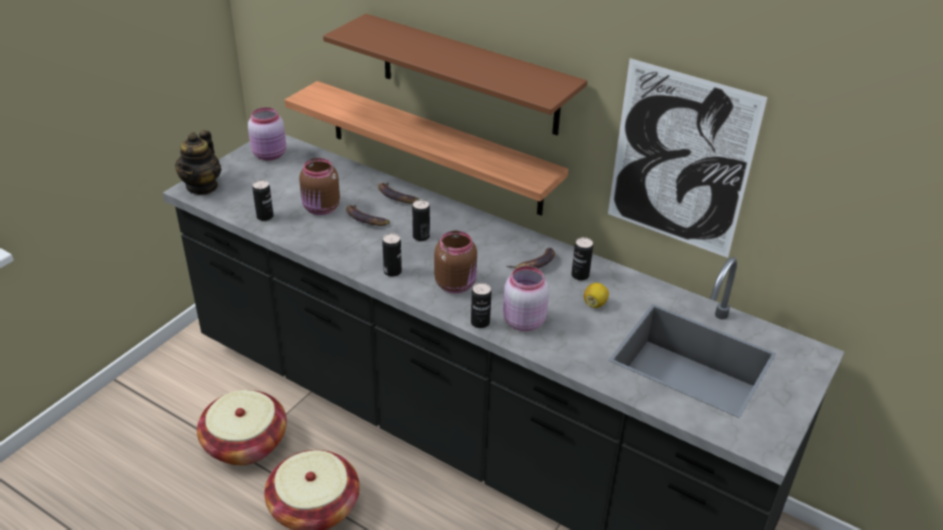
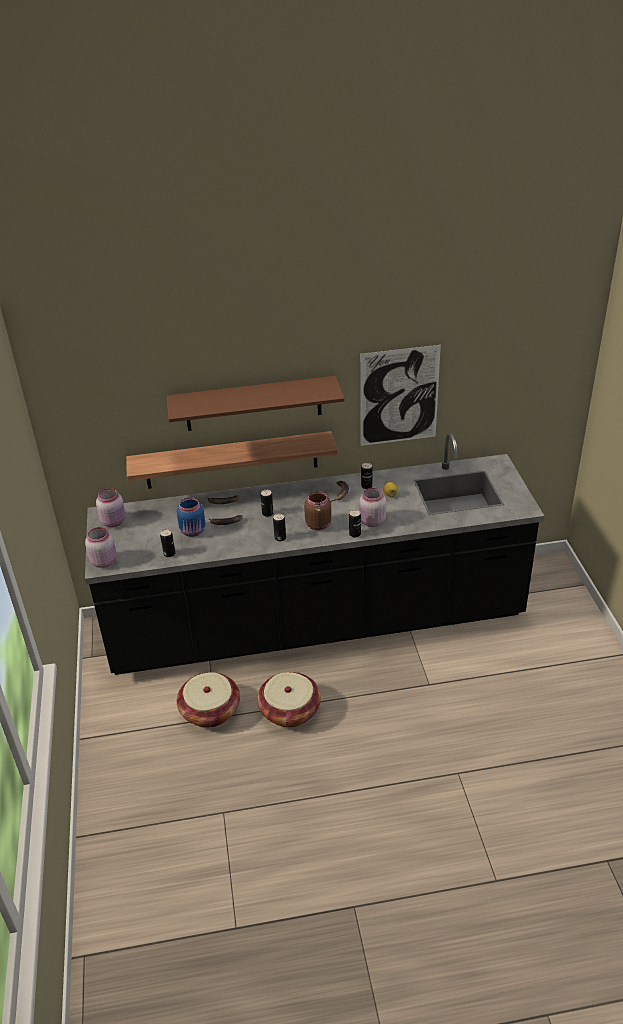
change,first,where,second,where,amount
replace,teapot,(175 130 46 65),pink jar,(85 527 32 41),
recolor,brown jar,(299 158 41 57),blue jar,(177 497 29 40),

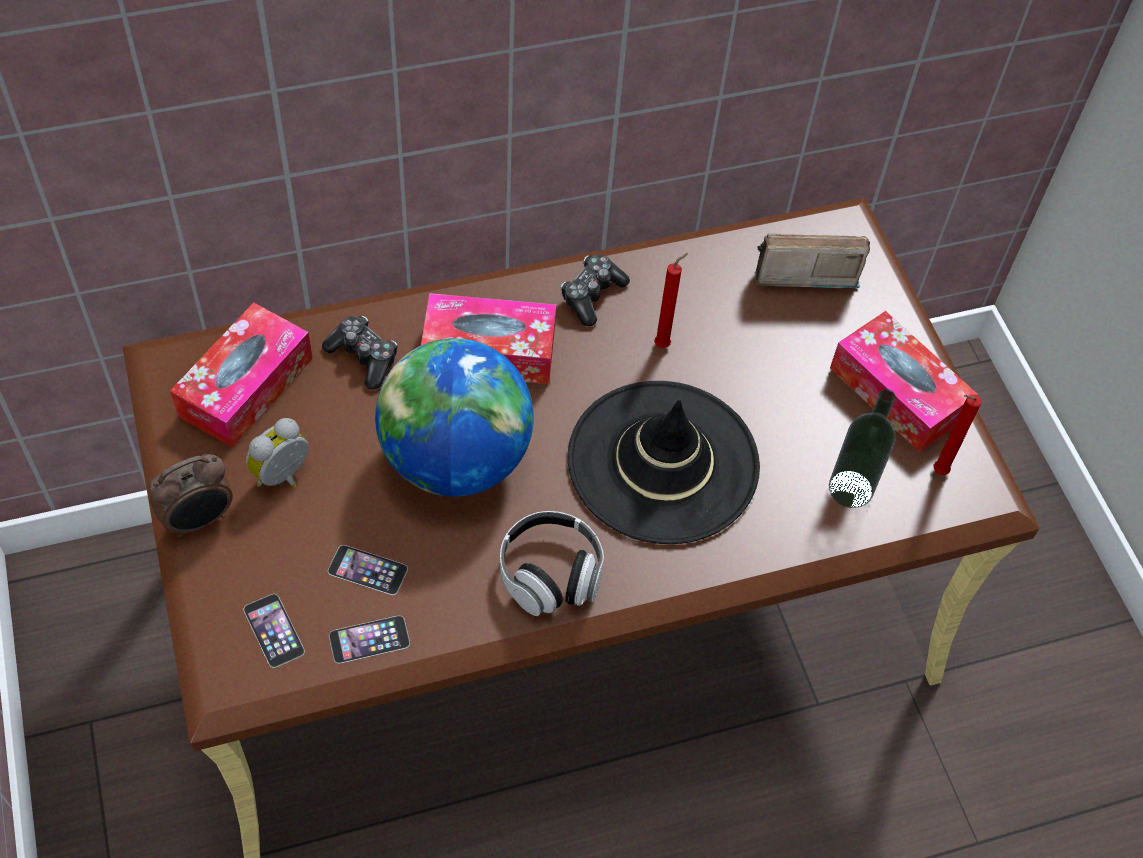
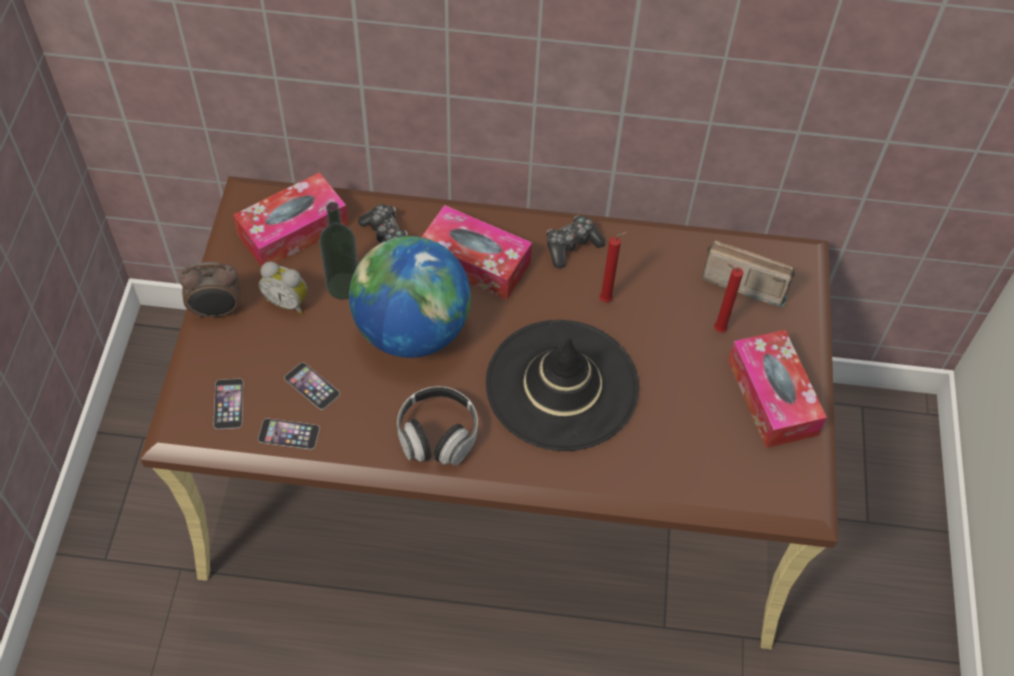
change,first,where,second,where,amount
rotate,alarm clock,(246 418 63 70),,(259 262 49 52),135 degrees counterclockwise
move,bottle,(829 389 67 119),,(319 202 39 98),
move,red candle,(933 394 49 81),,(714 264 29 69),

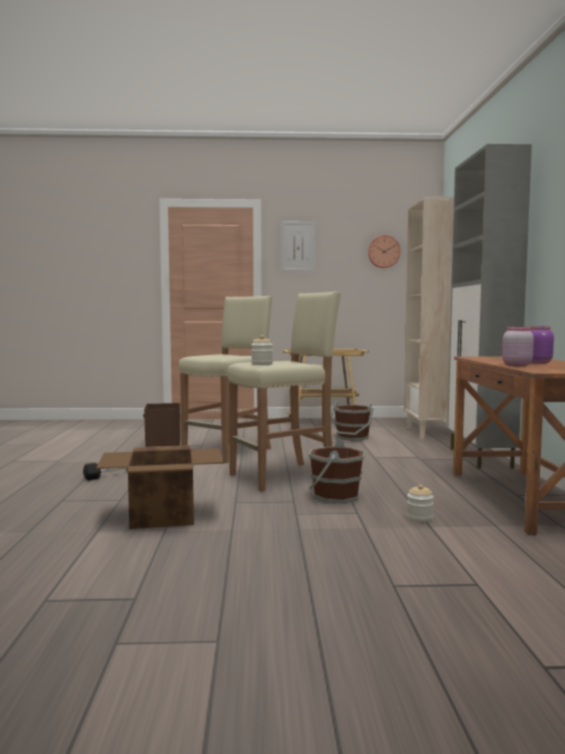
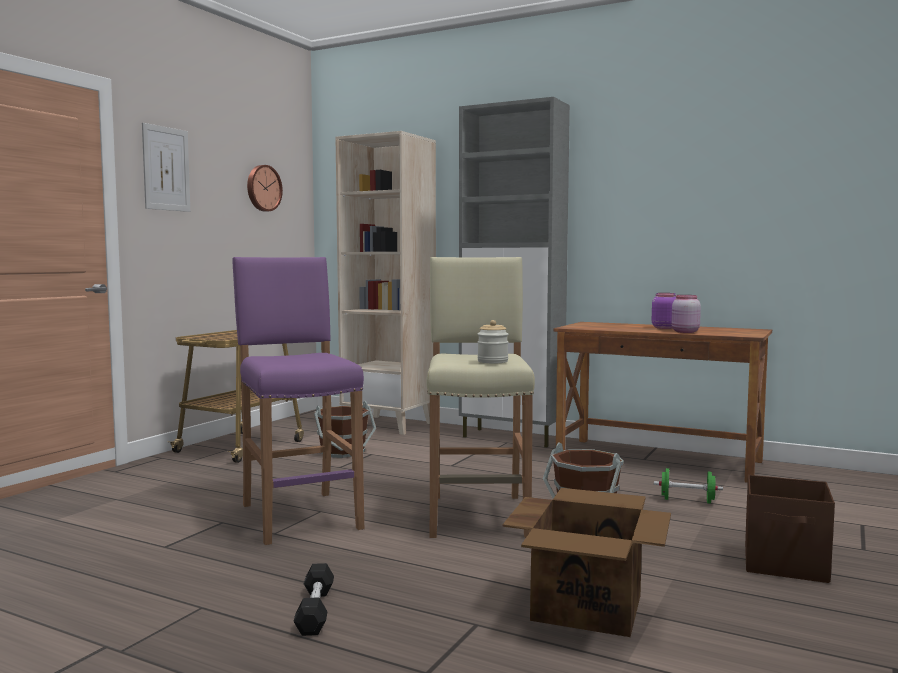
change,first,where,second,where,amount
move,brown storage box,(143 403 37 44),,(745 475 90 108),
recolor,beige stool,(179 296 93 167),purple stool,(232 257 132 288),
replace,jar,(407 484 27 38),green dumbbell,(654 468 69 36),

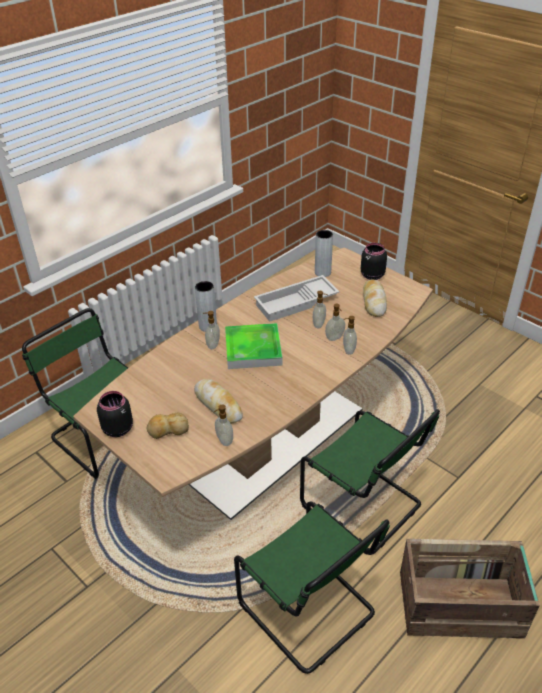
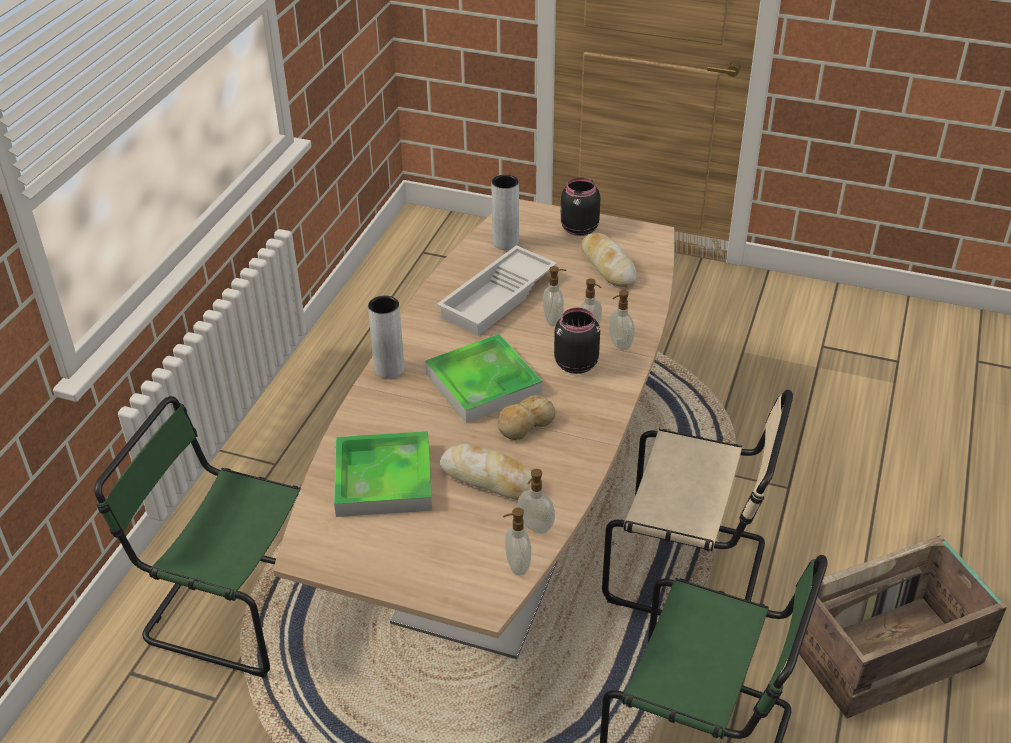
change,first,where,second,where,amount
move,black jar,(97 391 36 46),,(554 308 46 66),
move,bread,(146 413 43 26),,(498 395 57 45),
move,soap dispenser,(203 311 17 38),,(503 508 28 67),
recolor,green chair,(300 409 140 146),beige chair,(602 390 191 226),
insert,,,tray,(334 431 98 86),

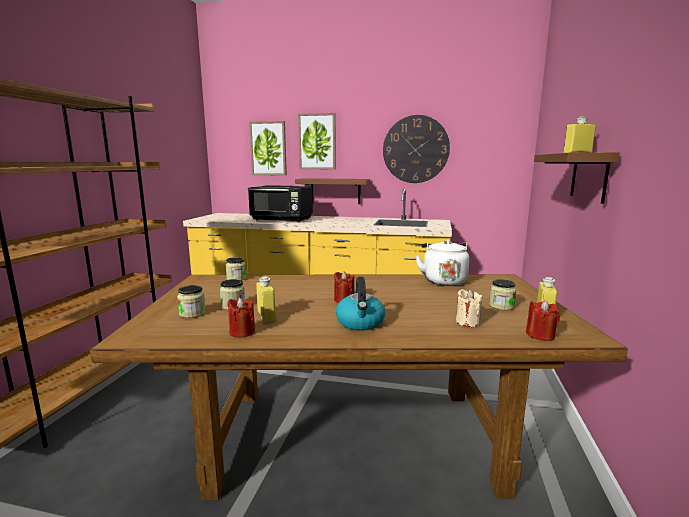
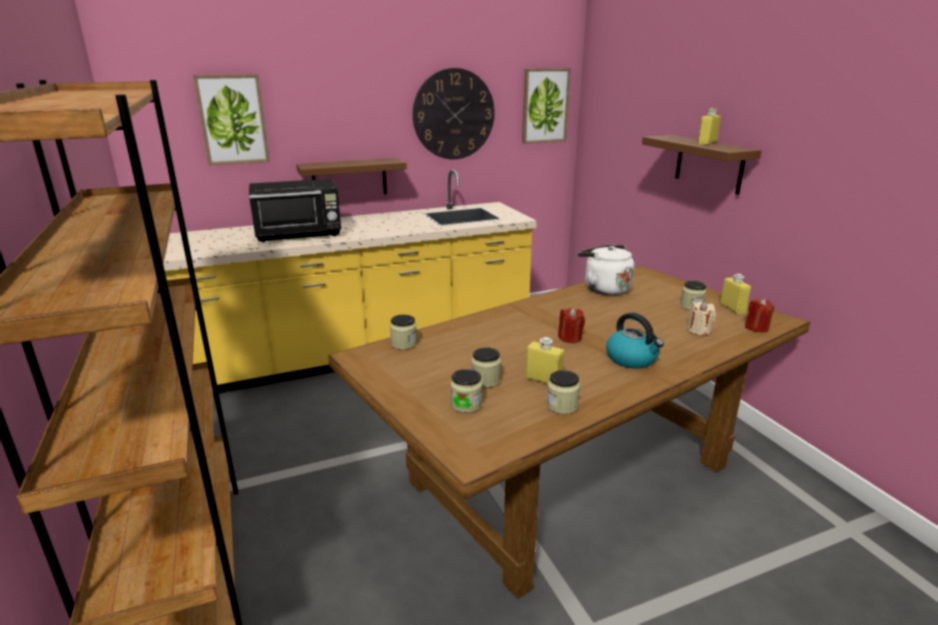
change,first,where,second,where,amount
replace,red candle,(227 297 28 41),jar,(546 370 34 44),
move,picture,(298 113 38 56),,(522 68 49 76),

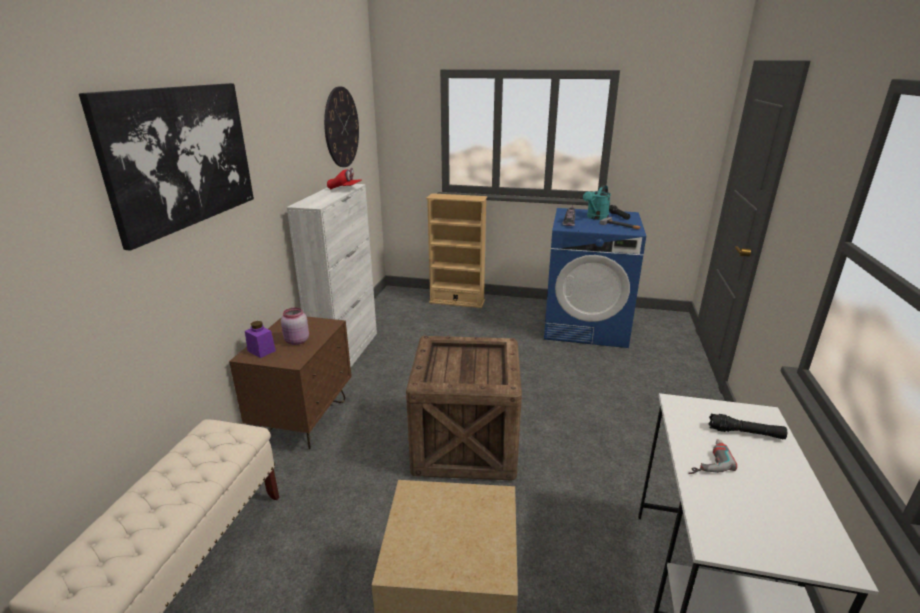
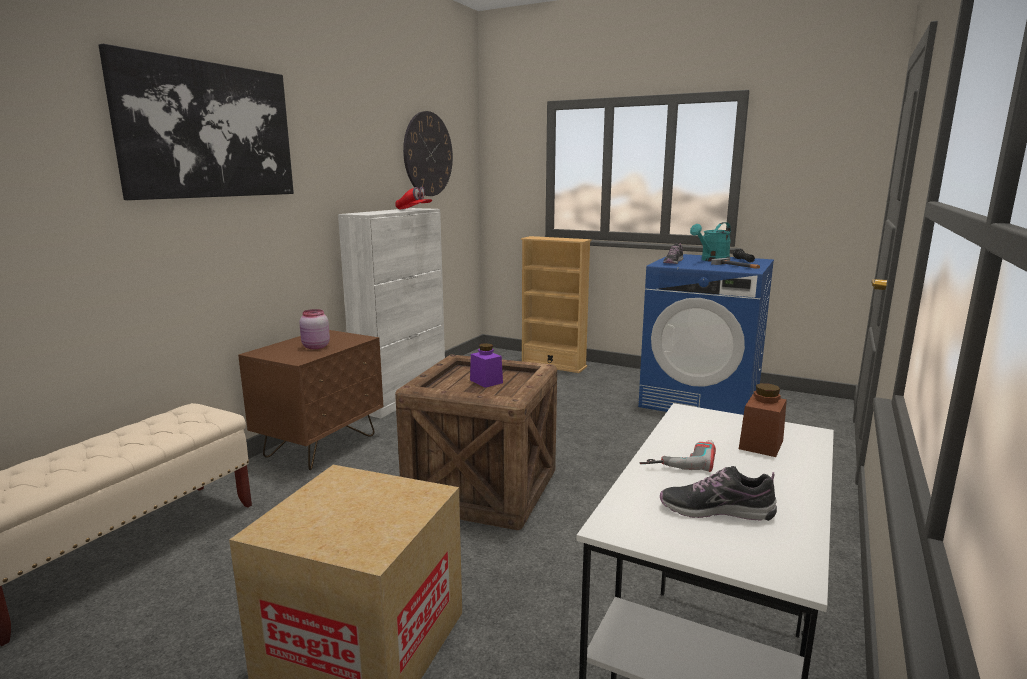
change,first,where,second,where,amount
move,purple jar,(245 321 31 37),,(470 343 33 45),
replace,black flashlight,(708 414 79 25),brown jar,(739 383 48 74),
insert,,,shoe,(660 466 117 55),

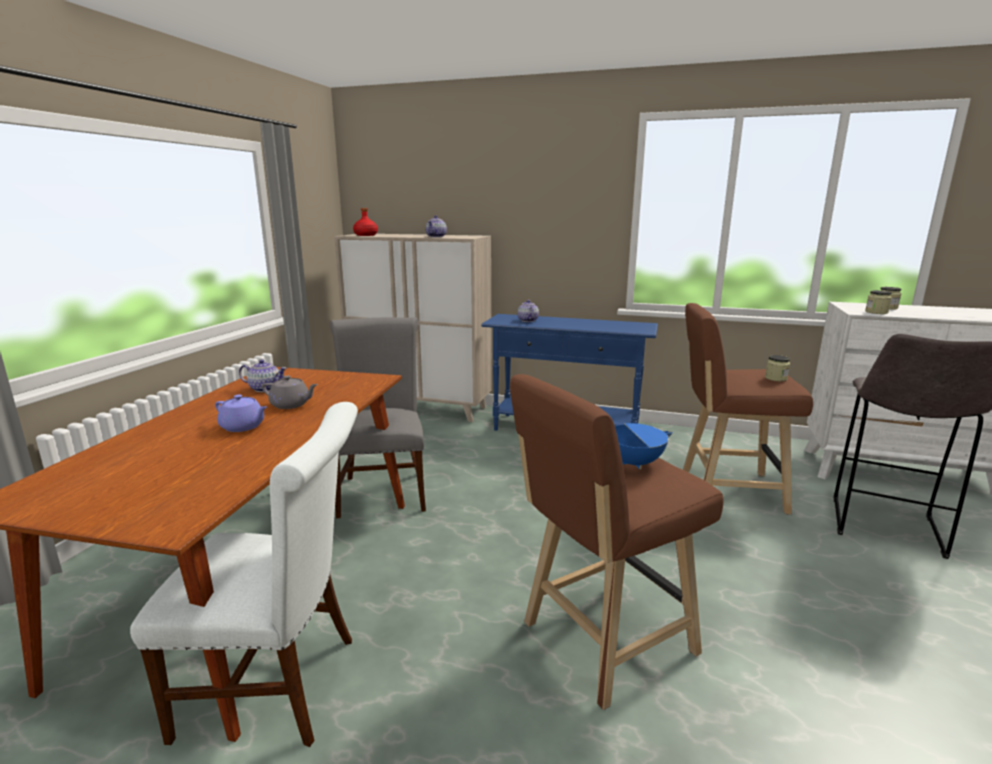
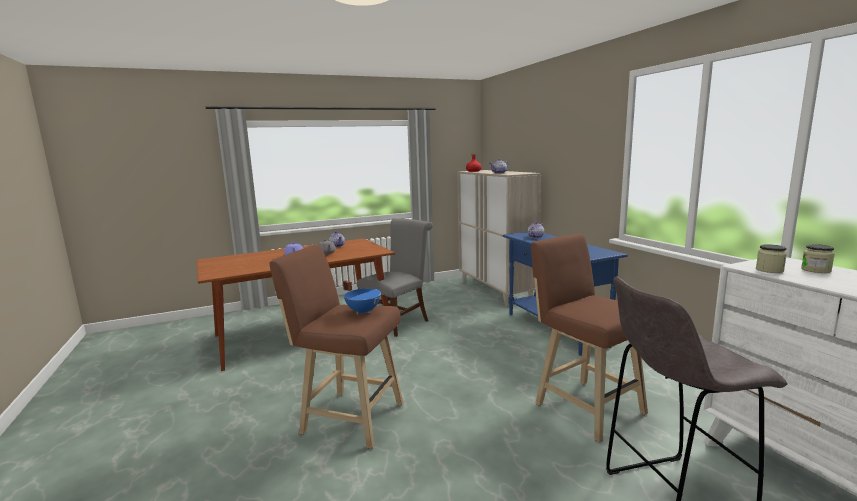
change,first,where,second,where,amount
delete,white chair,(130 402 228 345),,,
delete,jar,(765 355 25 26),,,

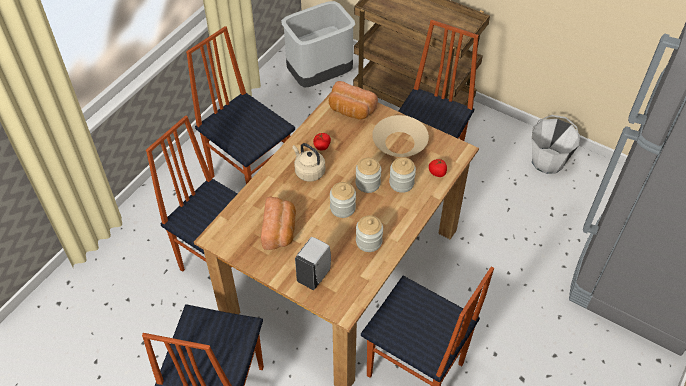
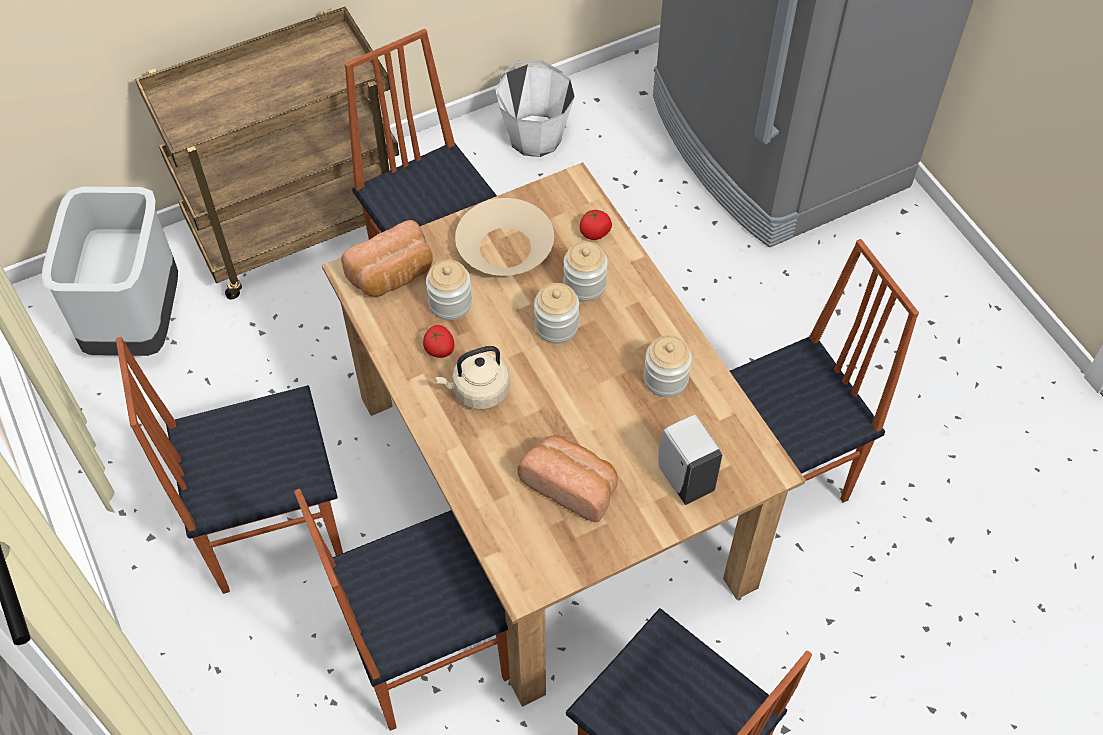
change,first,where,second,where,amount
move,jar,(330 182 26 36),,(426 260 46 60),

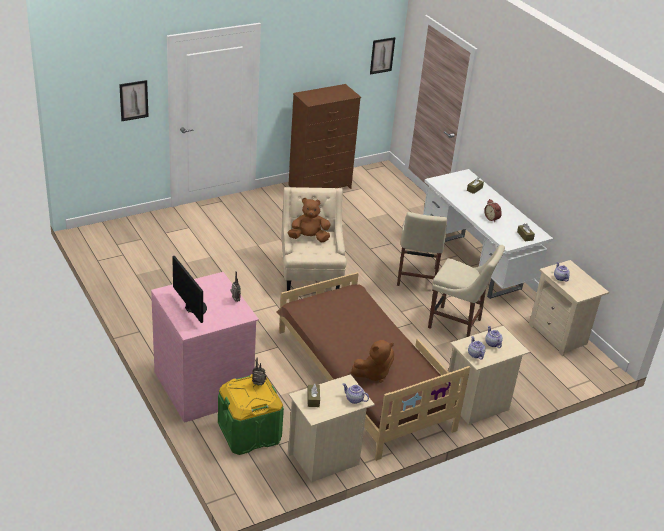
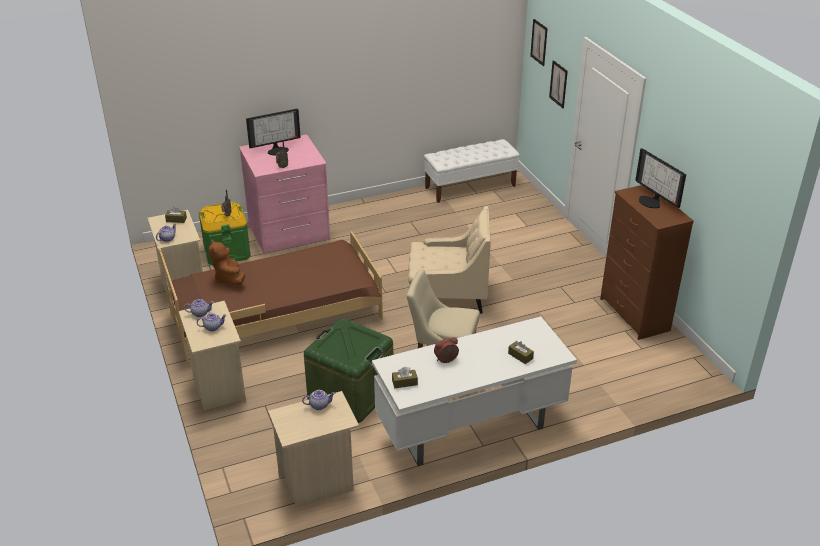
change,first,where,second,where,amount
delete,brown plush toy,(288 198 43 44),,,
move,picture,(370 37 25 37),,(530 19 18 47),
replace,beige chair,(428 245 77 92),green storage box,(304 318 89 105),
insert,,,white bench,(424 139 96 64),
insert,,,monitor,(635 148 51 60),

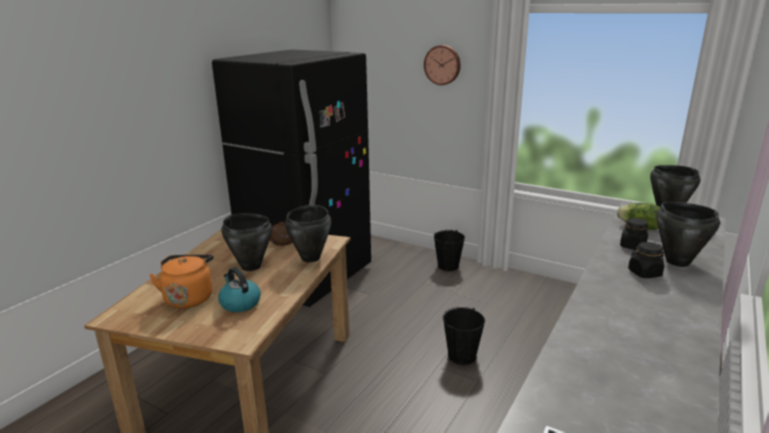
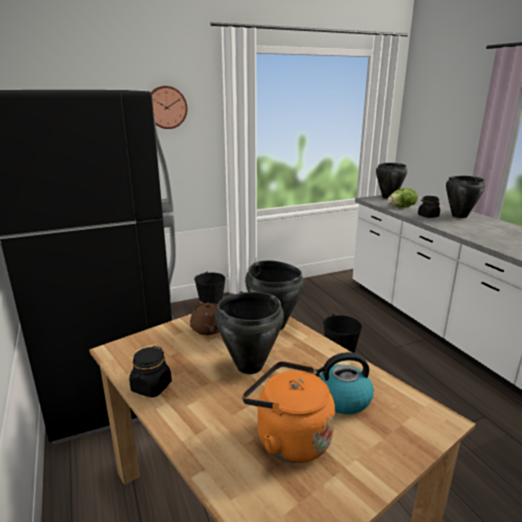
change,first,where,second,where,amount
move,black jar,(628 242 36 36),,(129 346 43 52),

